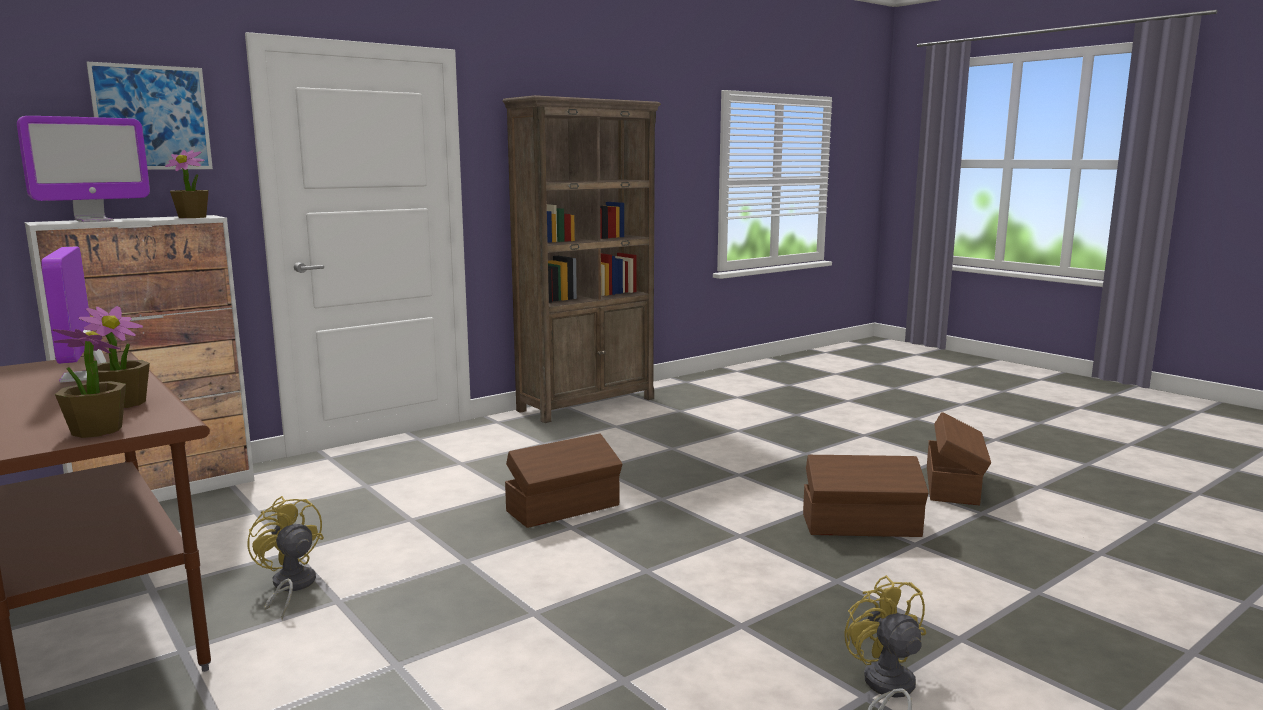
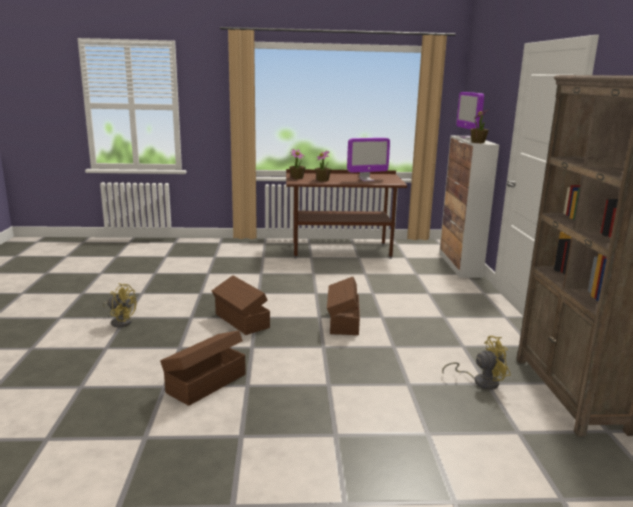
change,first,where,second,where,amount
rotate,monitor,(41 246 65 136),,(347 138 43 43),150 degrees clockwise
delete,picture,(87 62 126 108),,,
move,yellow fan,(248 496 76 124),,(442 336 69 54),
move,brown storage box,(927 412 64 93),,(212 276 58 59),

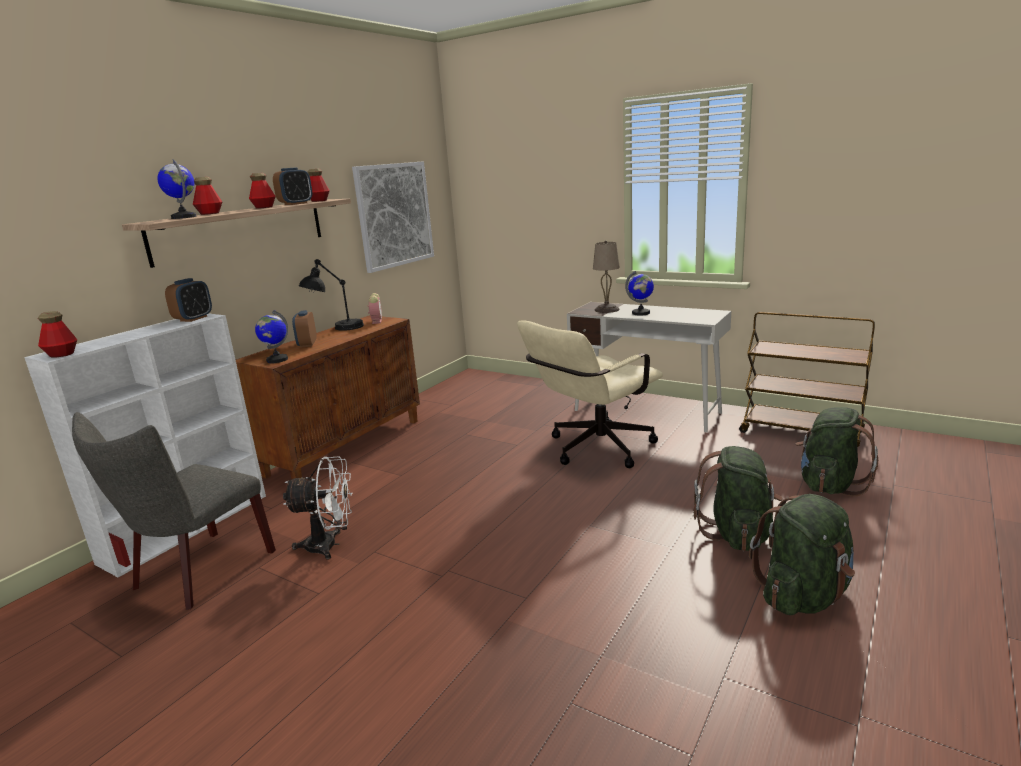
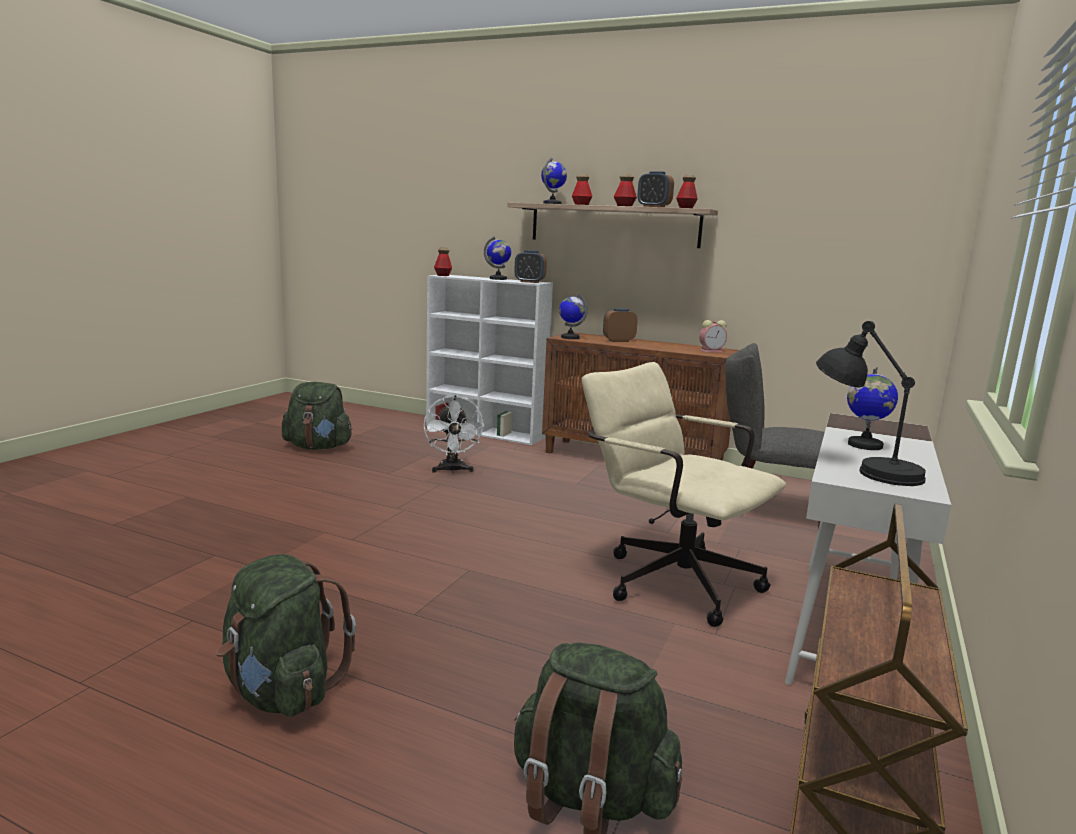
change,first,where,second,where,amount
move,grey chair,(72 412 204 198),,(725 343 100 186),
move,black table lamp,(299 259 65 72),,(816 321 110 165),
delete,picture,(352 161 82 112),,,
delete,beige table lamp,(593 241 27 72),,,
move,green backpack,(693 446 90 105),,(282 382 70 68),
insert,,,globe,(484 236 27 44),

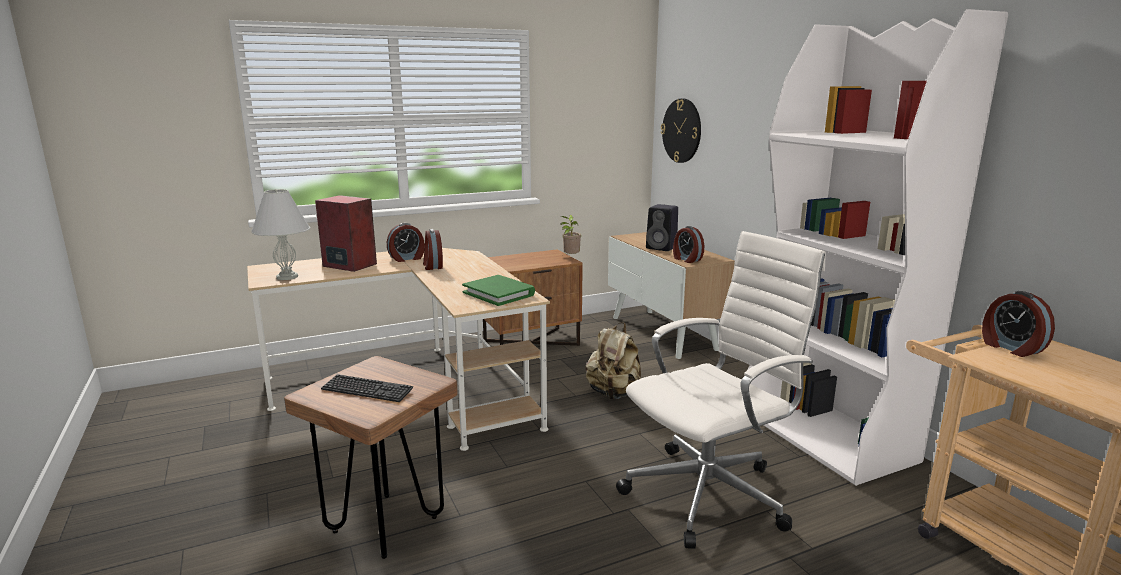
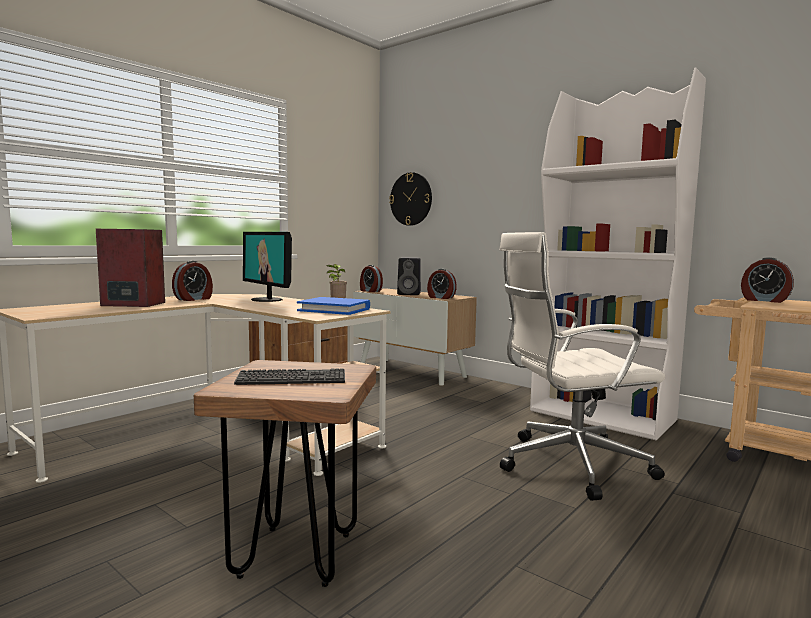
change,first,where,second,where,amount
delete,white table lamp,(251 189 59 91),,,
move,alarm clock,(423 229 20 41),,(360 265 23 27),
recolor,green book,(462 275 73 31),blue book,(297 297 73 18),
delete,beige backpack,(586 322 55 78),,,
rotate,white office chair,(616 231 210 318),,(499 232 166 269),135 degrees counterclockwise
insert,,,monitor,(243 232 49 70),

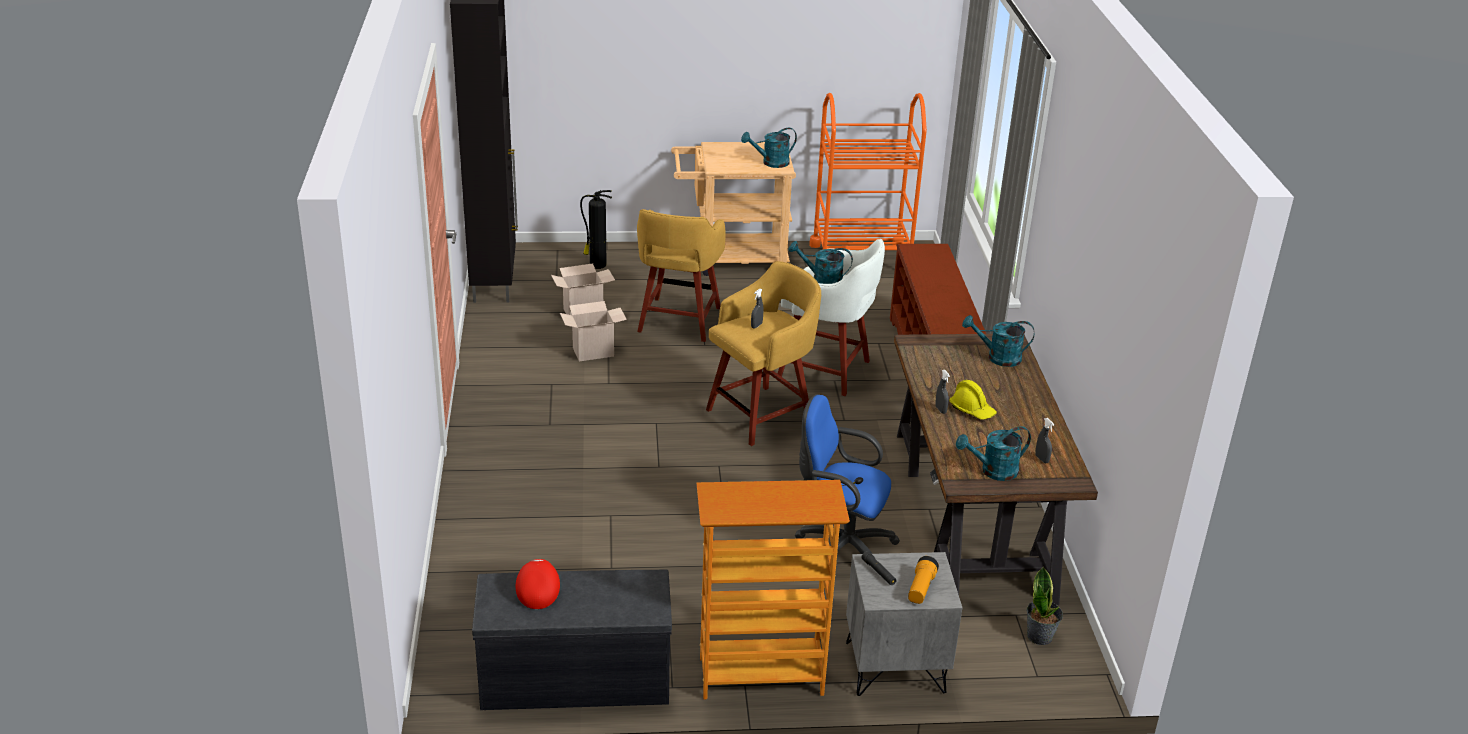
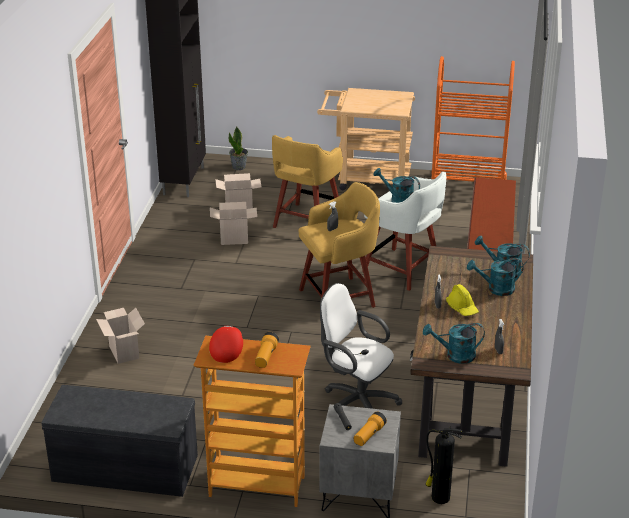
change,first,where,second,where,amount
move,red cap,(516 559 44 50),,(209 326 34 37),
move,fire extinguisher,(580 190 32 79),,(425 426 37 78),
move,turquoise watering can,(741 127 56 41),,(467 258 57 38),
recolor,blue office chair,(795 394 105 160),white office chair,(320 283 82 126),
move,potted plant,(1026 567 37 78),,(229 127 19 43),
insert,,,cardboard box,(96 308 49 56),
insert,,,flashlight,(255 332 24 36),

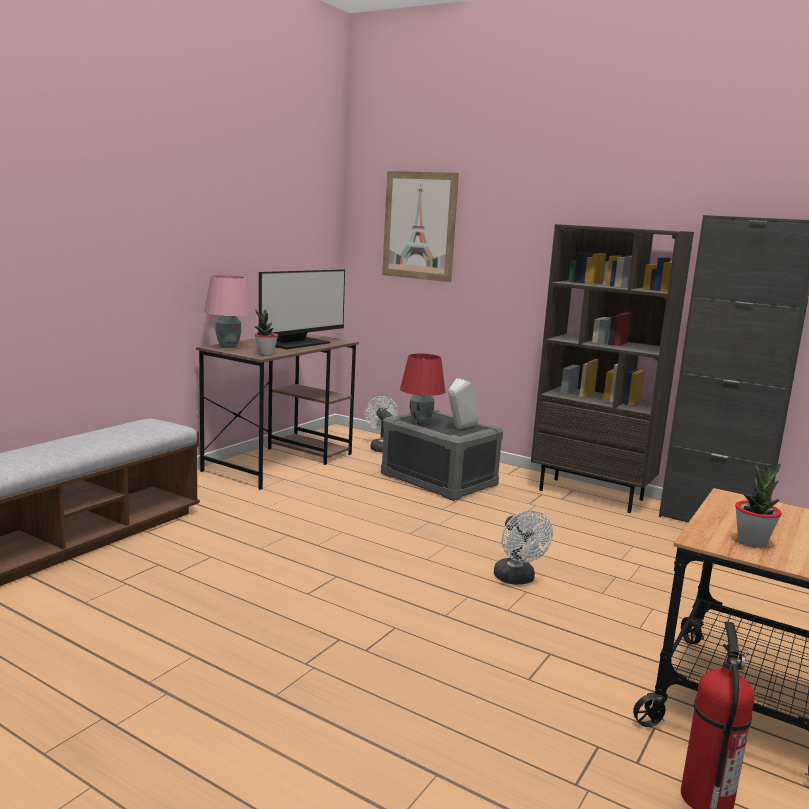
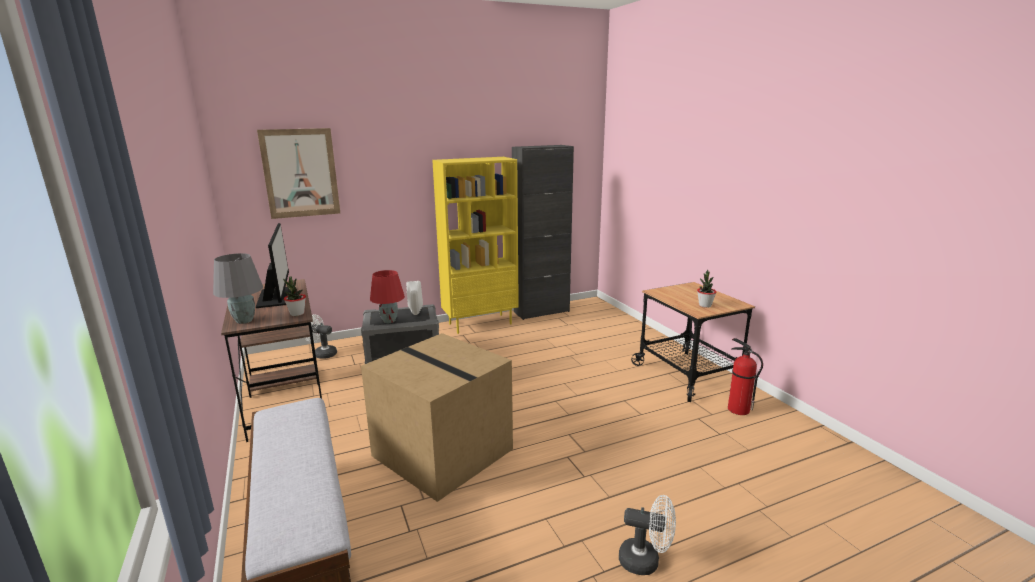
change,first,where,second,where,amount
recolor,pink table lamp,(204 275 48 73),grey table lamp,(213 253 50 71),
move,white fan,(494 510 59 75),,(619 495 57 80),
recolor,brown bookcase,(531 224 163 289),yellow bookcase,(432 157 87 177),
insert,,,cardboard box,(361 333 152 169),

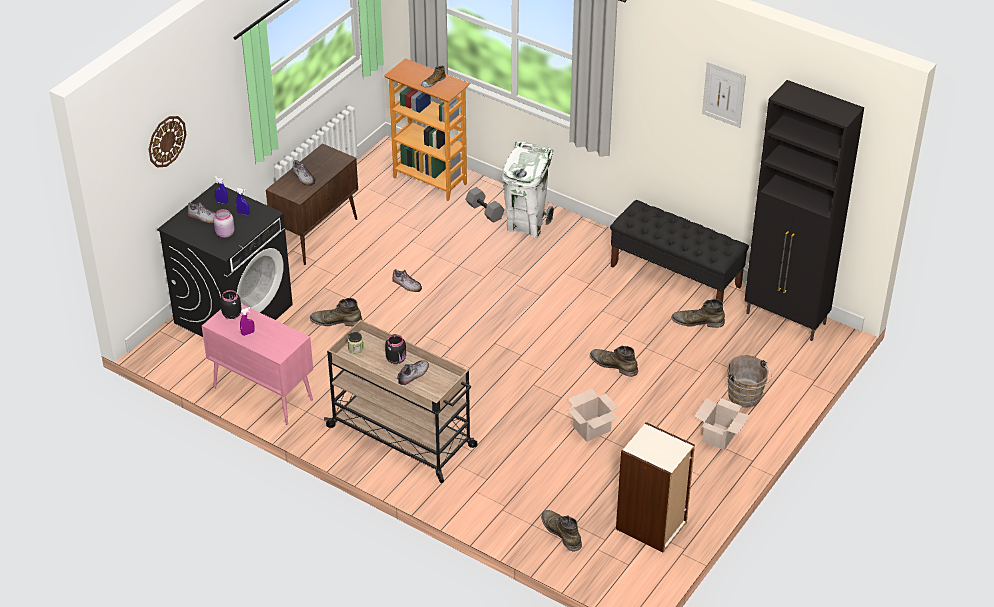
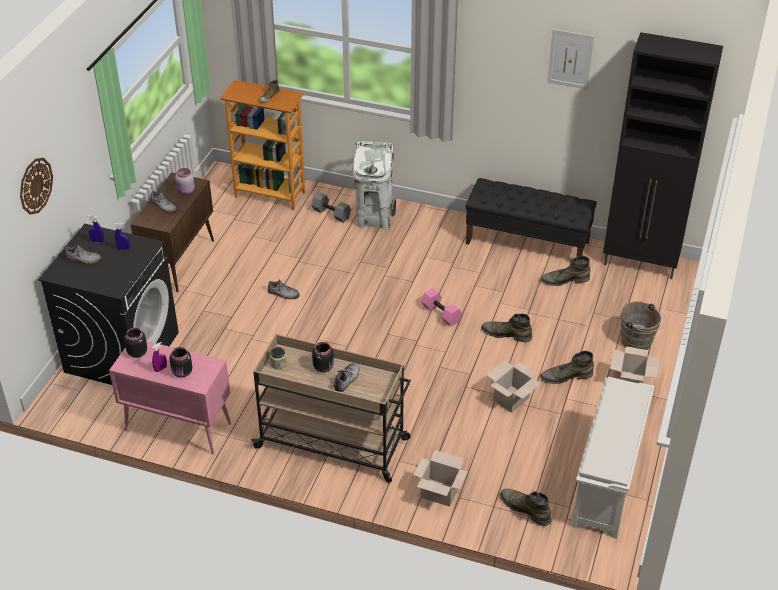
change,first,where,second,where,amount
move,pink jar,(214 209 21 29),,(175 168 20 27),
move,green boot,(310 298 52 29),,(540 351 54 33),
replace,bookcase,(616 422 79 131),white shoe rack,(572 377 82 162),
insert,,,black jar,(170 347 22 31),
insert,,,cardboard box,(413 450 55 57),
insert,,,pink dumbbell,(421 288 41 38),

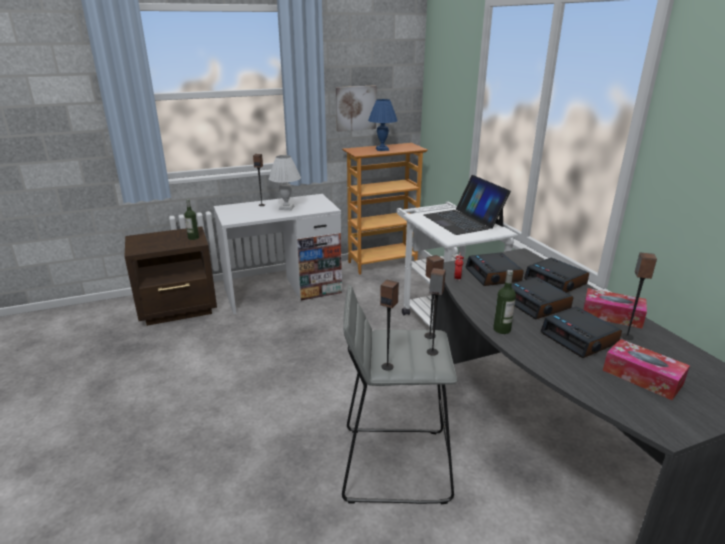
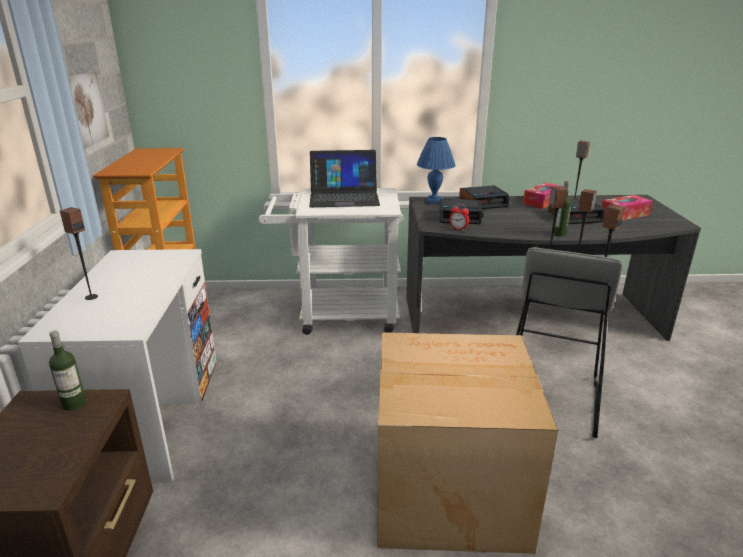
change,first,where,second,where,amount
delete,white table lamp,(269 155 32 55),,,
move,blue table lamp,(368 99 30 52),,(417 137 39 67),
delete,alarm clock,(512 277 61 43),,,
insert,,,cardboard box,(377 332 181 222),

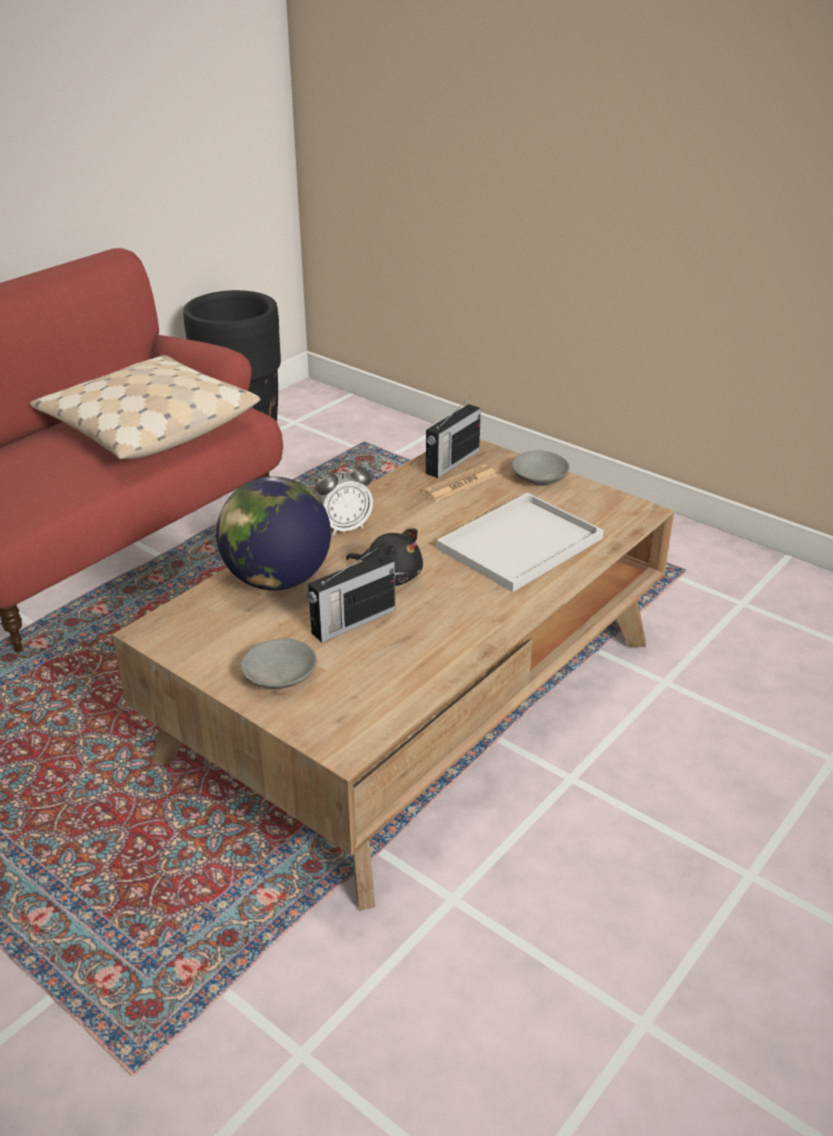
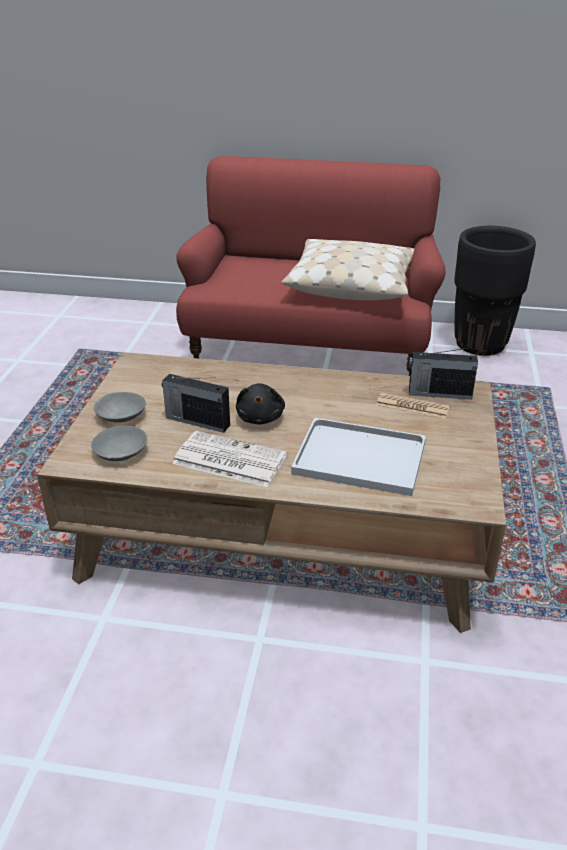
change,first,where,second,where,amount
delete,globe,(216 476 115 114),,,
delete,alarm clock,(315 460 58 76),,,
move,grey bowl,(512 450 58 35),,(91 426 56 35),
insert,,,newspaper,(172 431 115 56),

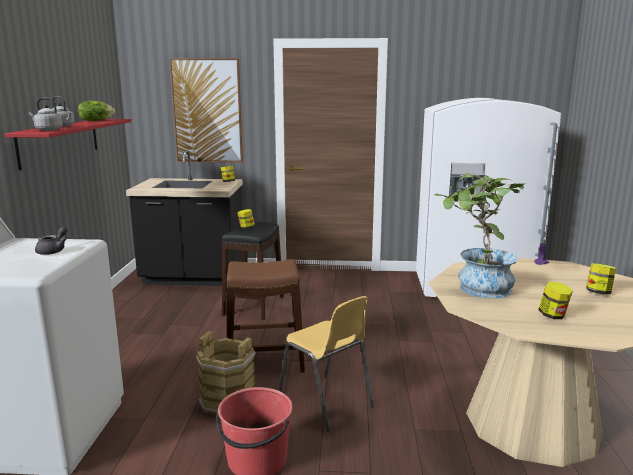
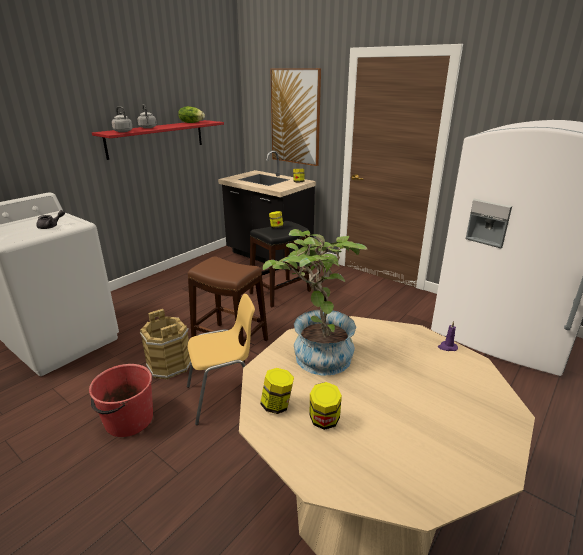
change,first,where,second,where,amount
rotate,yellow chair,(279 296 95 135),,(187 294 68 131),105 degrees counterclockwise
move,jar,(586 263 30 31),,(260 368 34 46),

